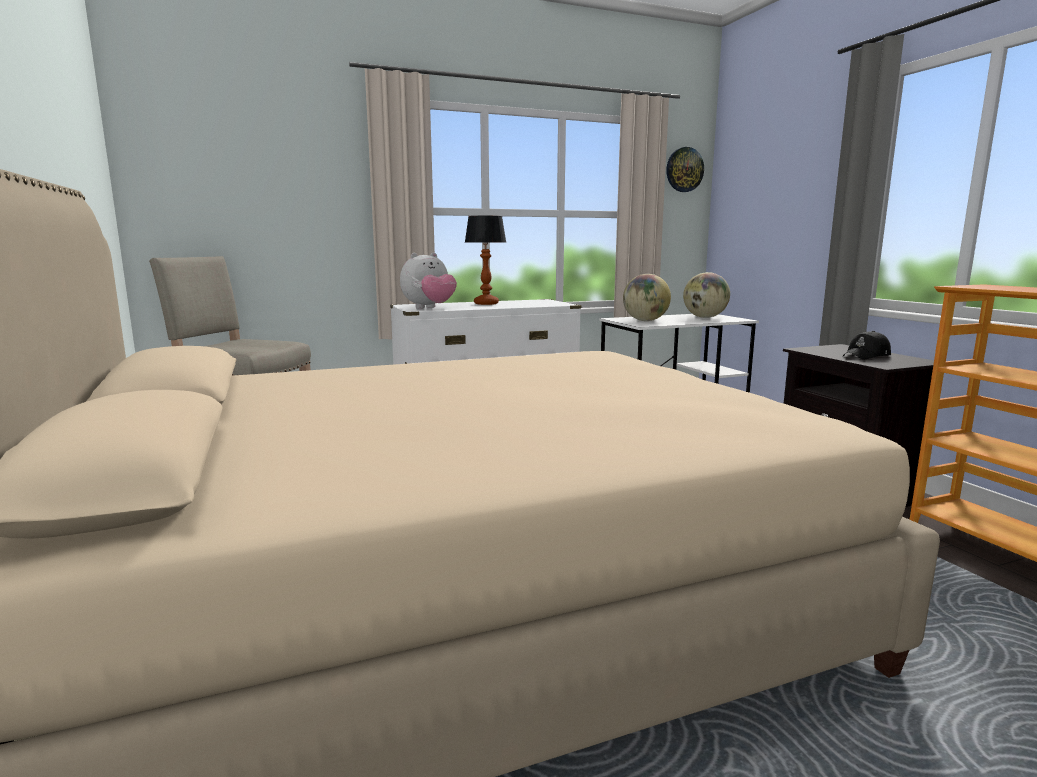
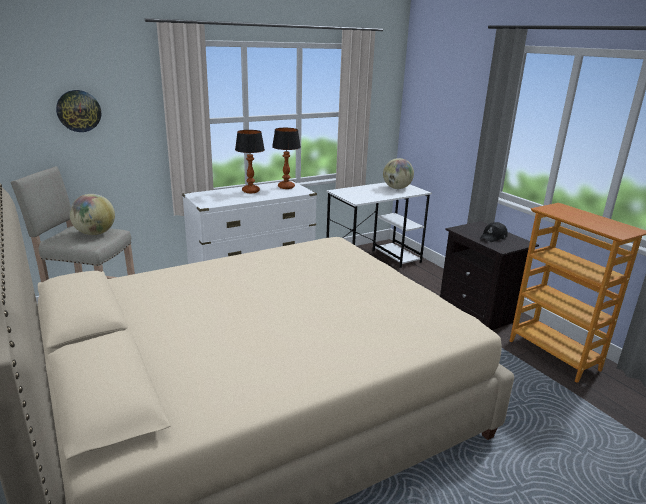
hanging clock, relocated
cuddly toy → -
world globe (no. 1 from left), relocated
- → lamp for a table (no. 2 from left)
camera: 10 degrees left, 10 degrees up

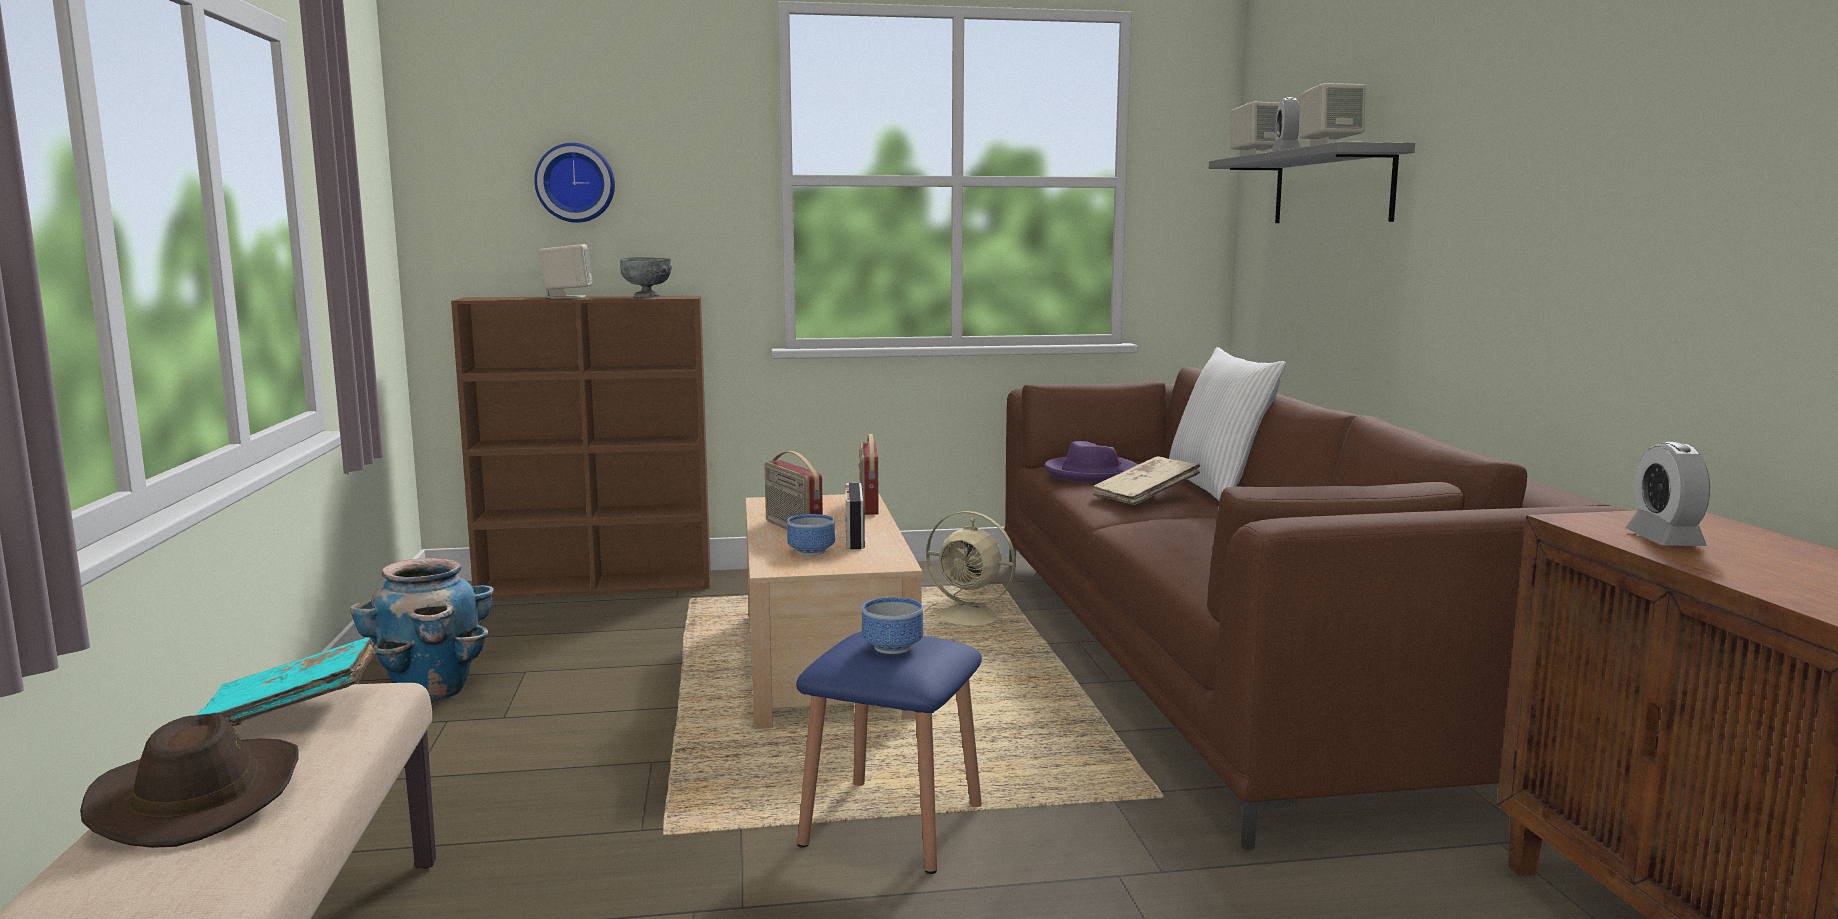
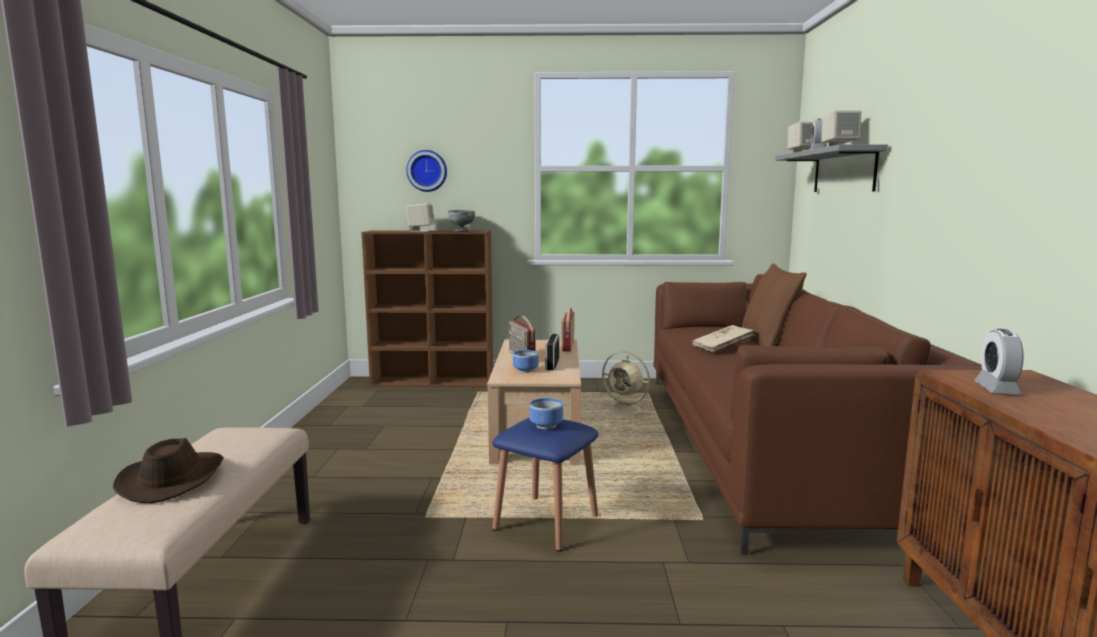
white throw pillow → brown-coloured throw pillow
purple-coloured hat → -
flower pot → -
turquoise-coloured bound book → -
camera: 10 degrees right, 0 degrees up

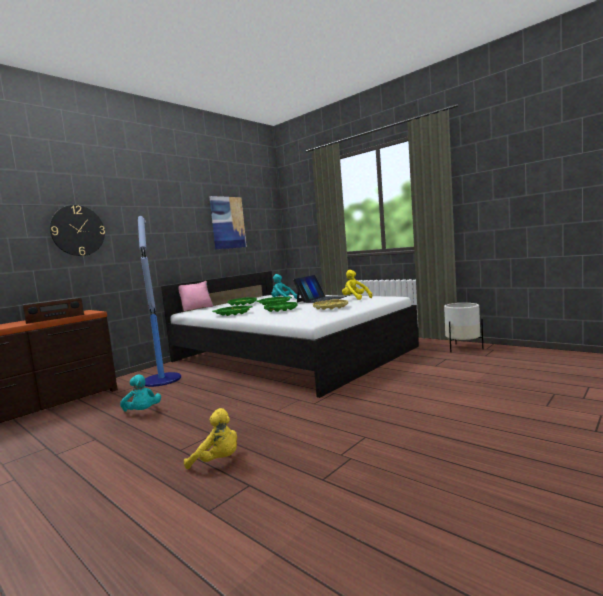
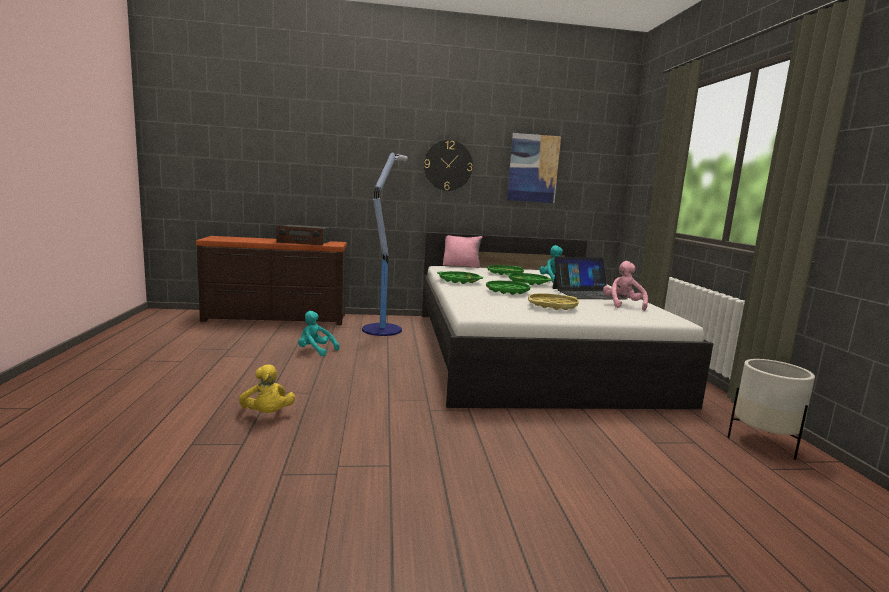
hanging clock, relocated
yellowish cuddly toy (no. 2 from left) → pink-coloured cuddly toy
turquoise-coloured cuddly toy (no. 1 from left), 105 degrees clockwise
camera: 40 degrees right, 5 degrees up

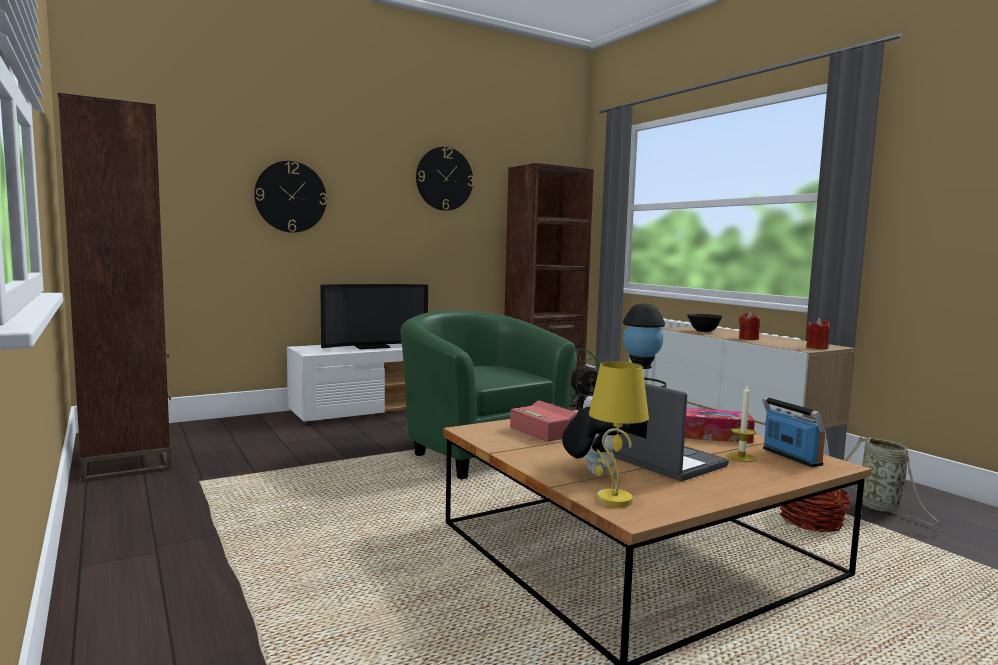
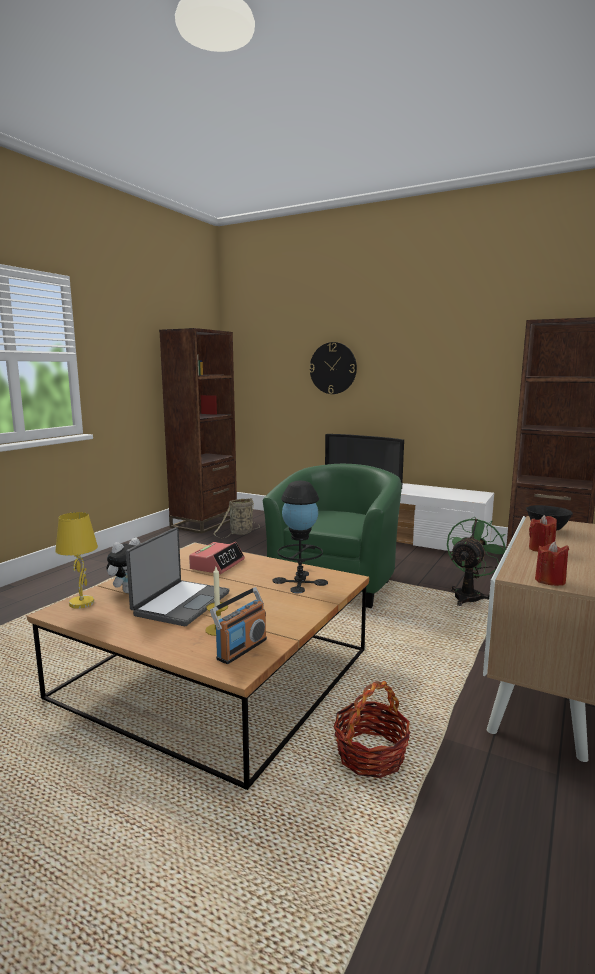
hanging clock (no. 2 from left) → -
tissue box → -
household basket (no. 2 from left in the first image) → household basket (no. 1 from left), relocated
camera: 60 degrees right, 5 degrees up

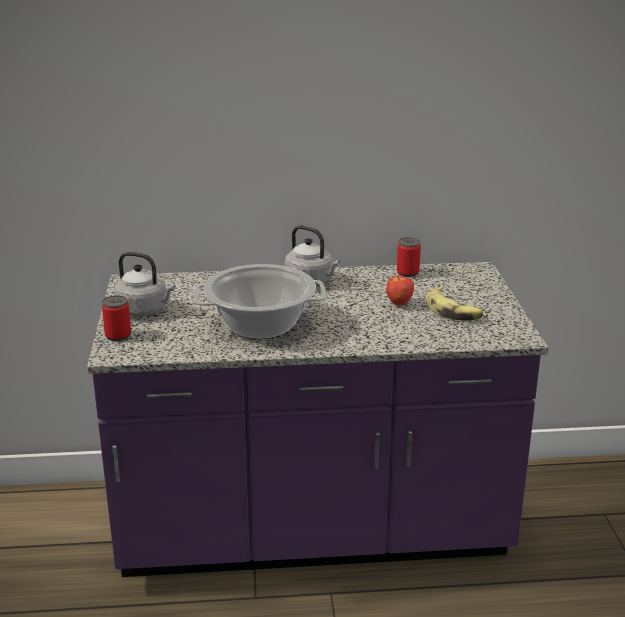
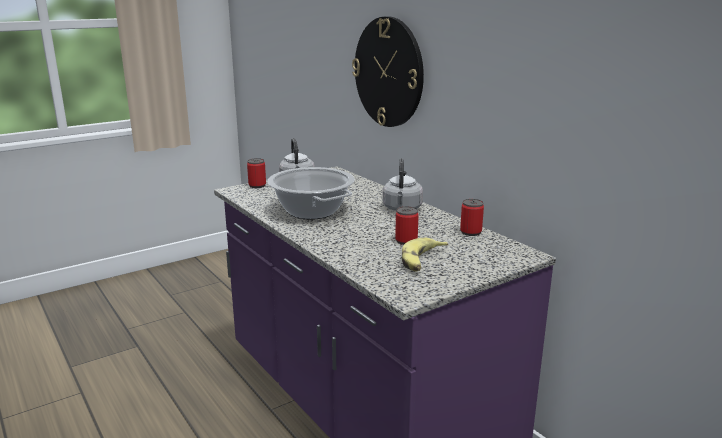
apple → sealed can (no. 2 from left)
- → hanging clock
camera: 60 degrees right, 5 degrees down

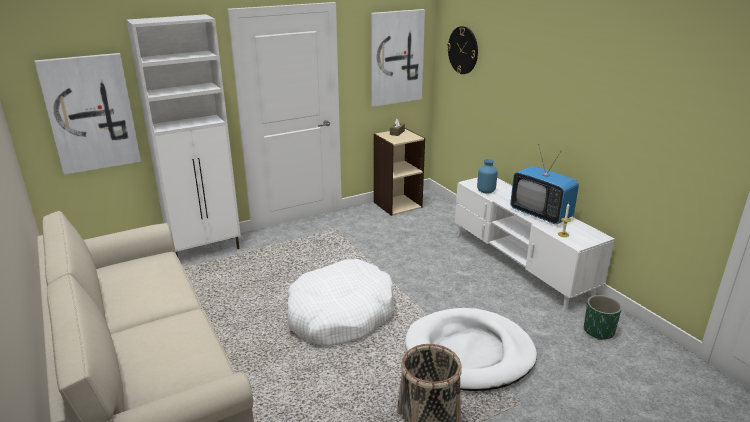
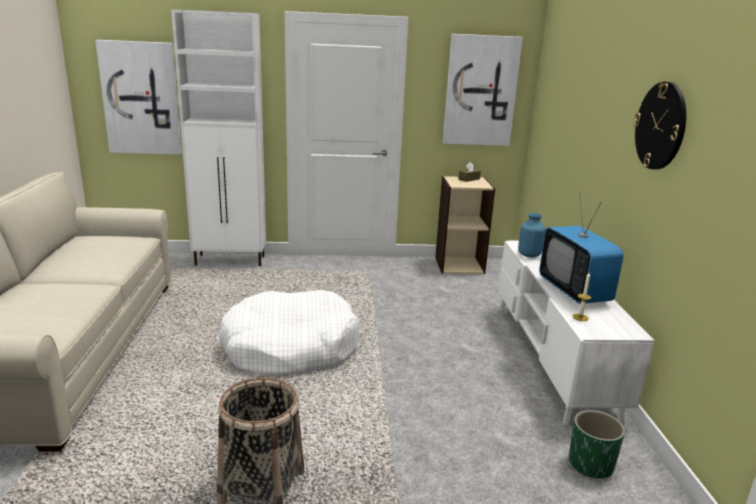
hanging clock, relocated
white pet bed (no. 2 from left) → -
camera: 25 degrees right, 5 degrees down

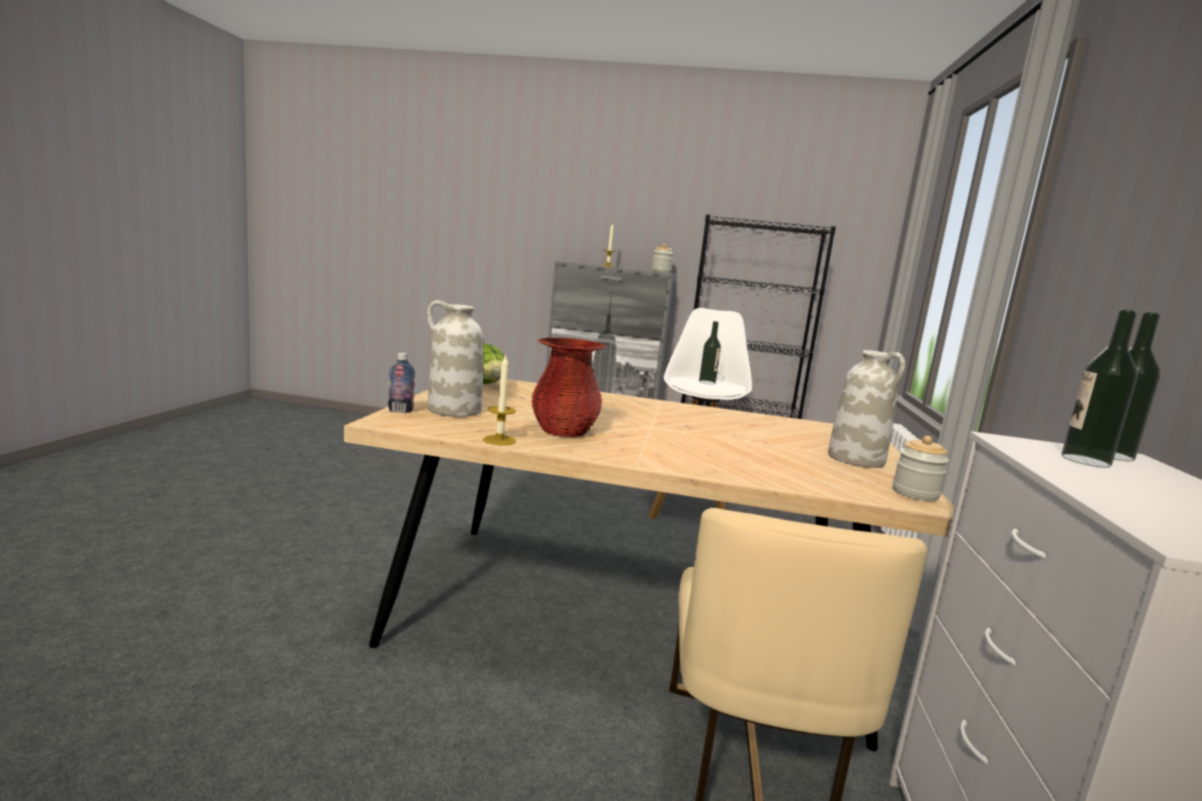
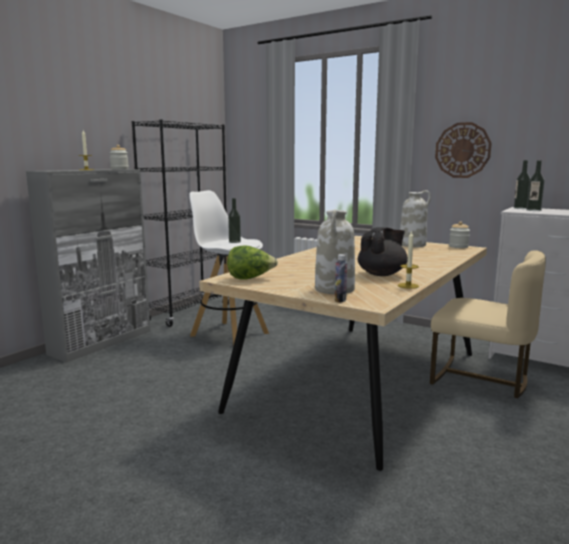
reddish decorative vase → blackish pot for tea
- → hanging clock
camera: 65 degrees left, 0 degrees up

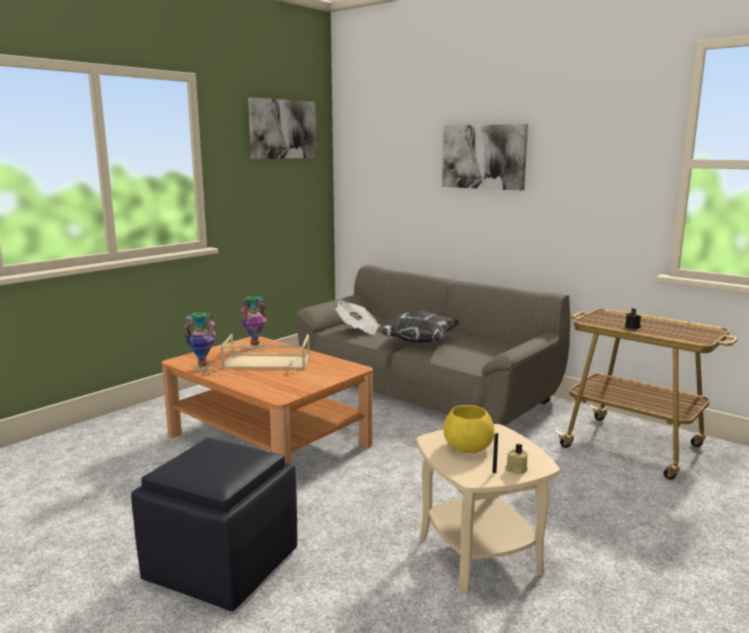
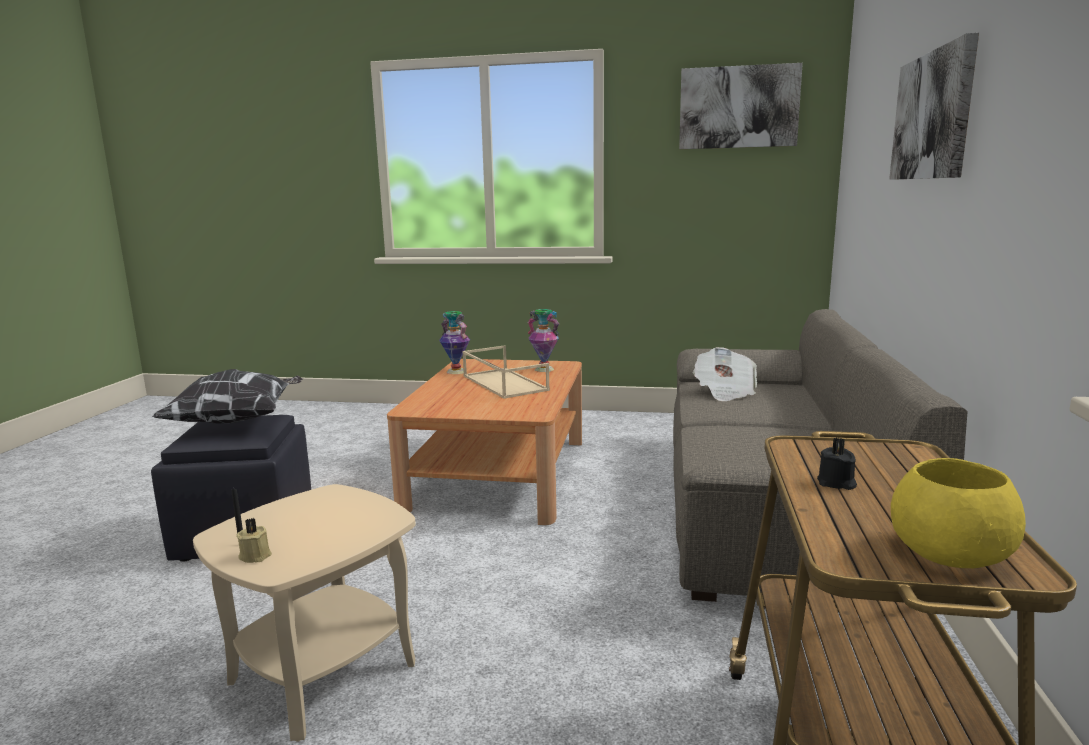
throw pillow, relocated
yellowish deep dish, relocated
camera: 60 degrees right, 0 degrees up

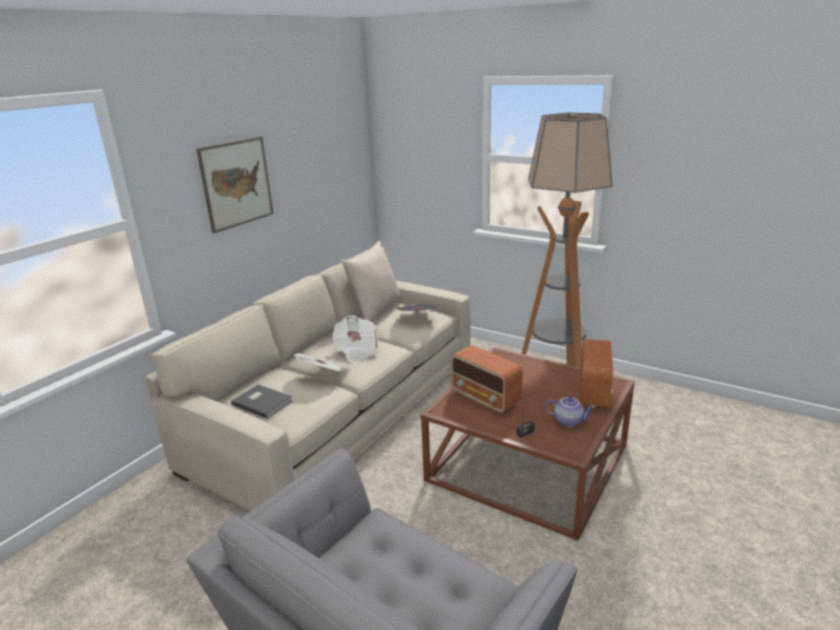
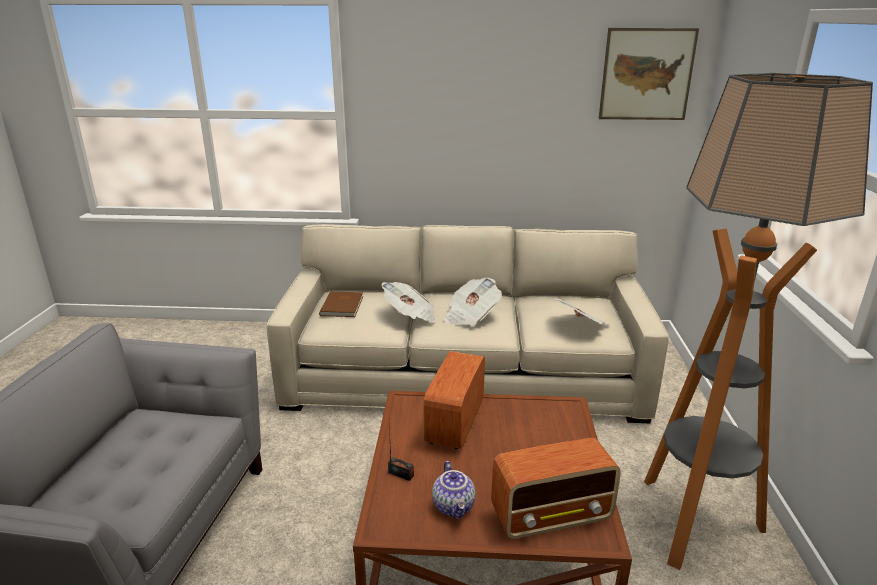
wall art, relocated
beige-coloured throw pillow → -
greyish bound book → brown-coloured bound book
camera: 60 degrees right, 0 degrees up

